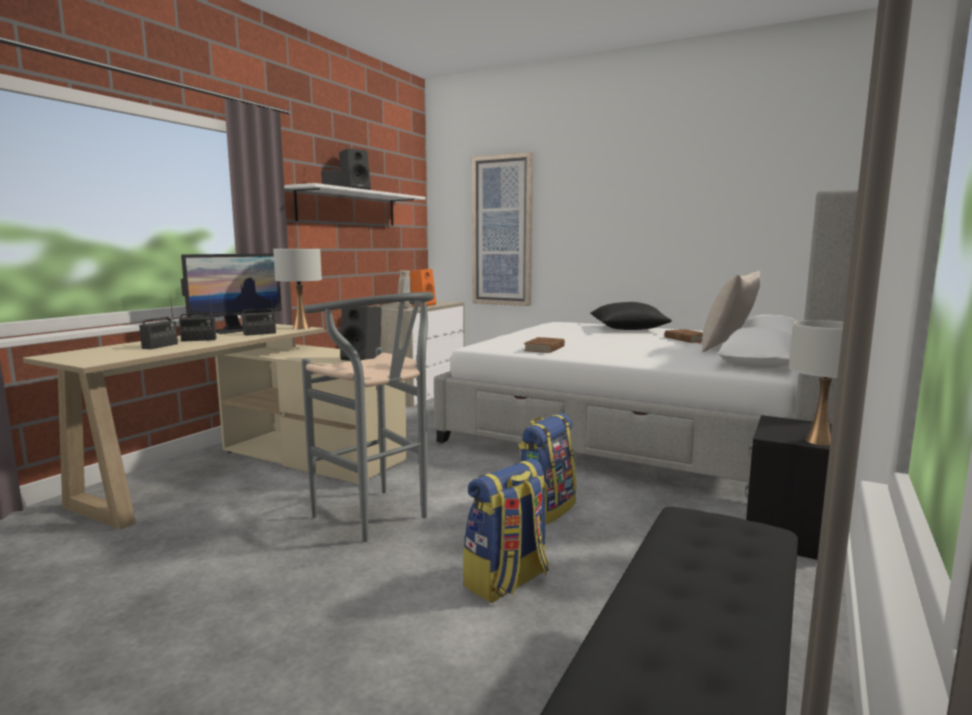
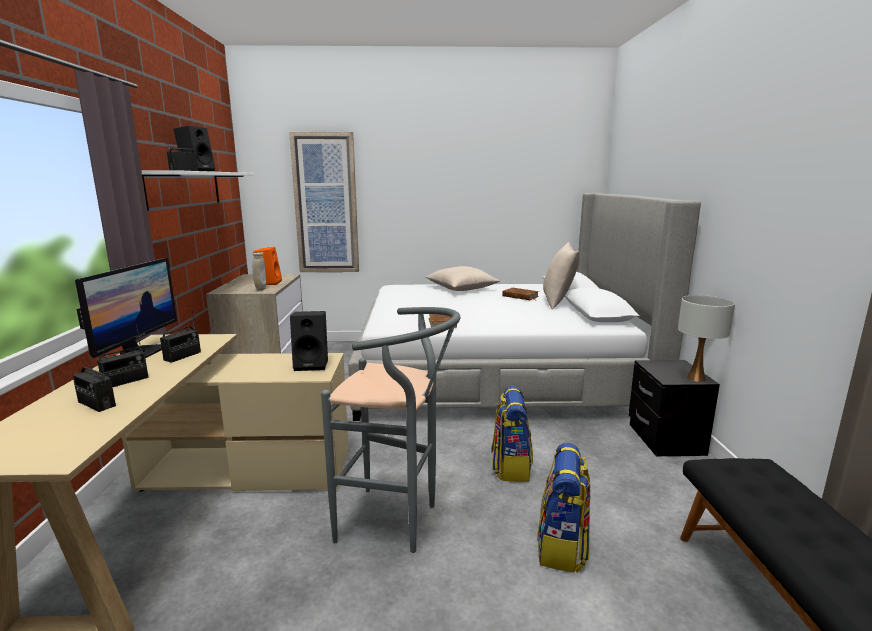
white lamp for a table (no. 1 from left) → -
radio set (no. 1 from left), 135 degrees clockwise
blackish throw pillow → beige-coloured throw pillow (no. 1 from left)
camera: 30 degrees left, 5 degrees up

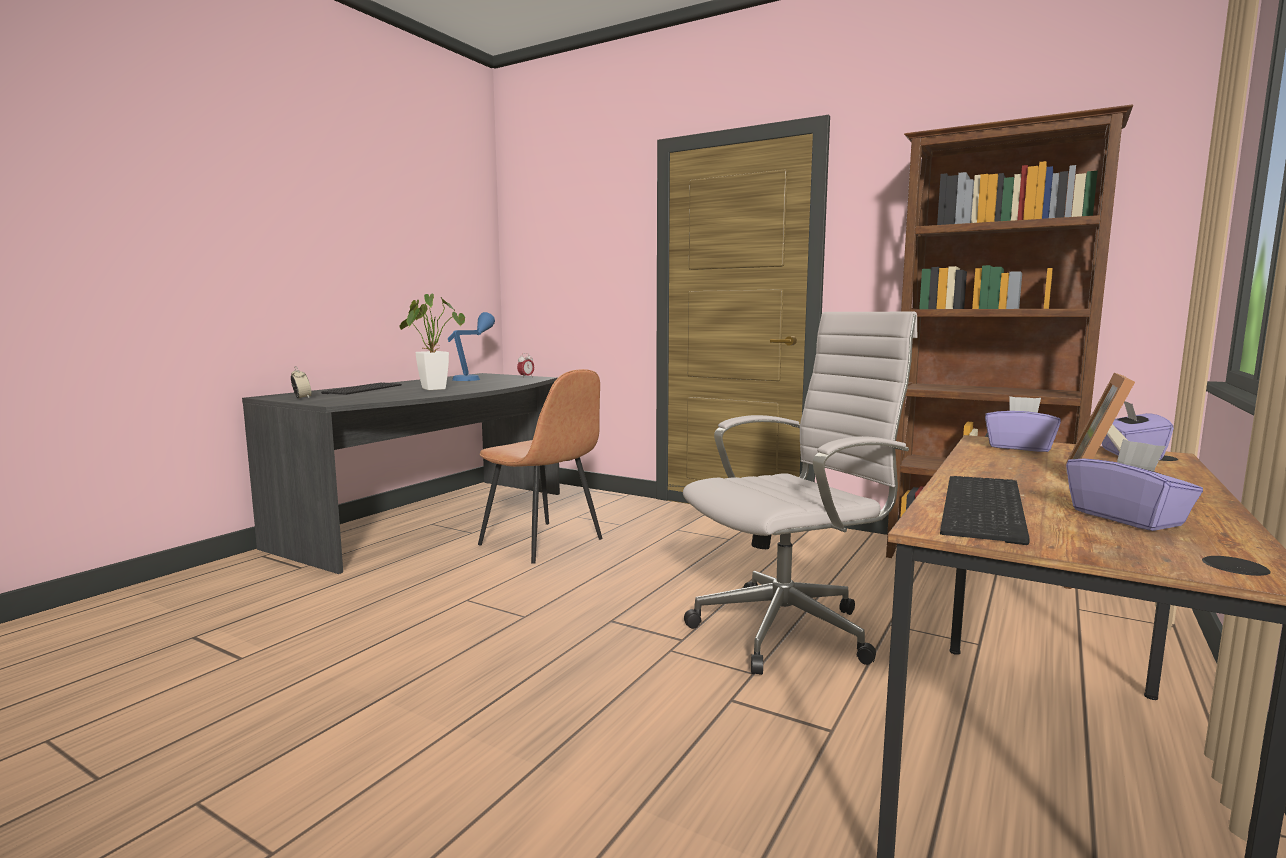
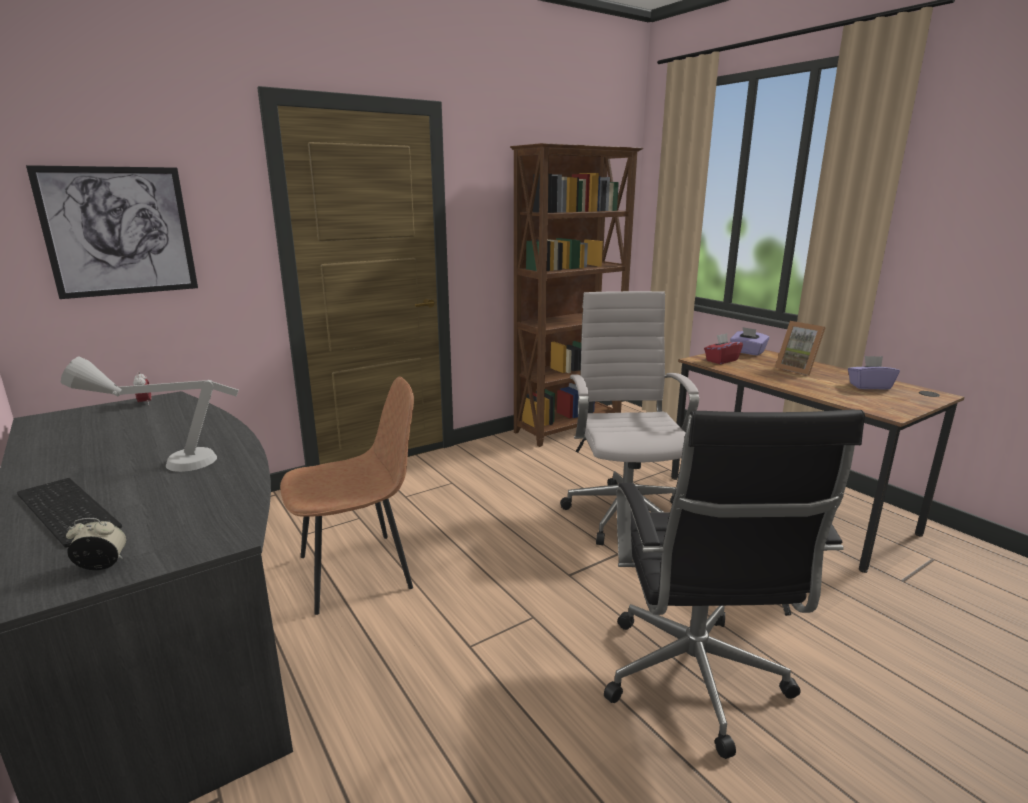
plant in a pot → greyish lamp for a table
blue-coloured lamp for a table → -
purple-coloured tissue box (no. 1 from left) → reddish tissue box
computer keyboard (no. 2 from left) → -
- → wall art
- → blackish office chair
camera: 65 degrees left, 10 degrees up

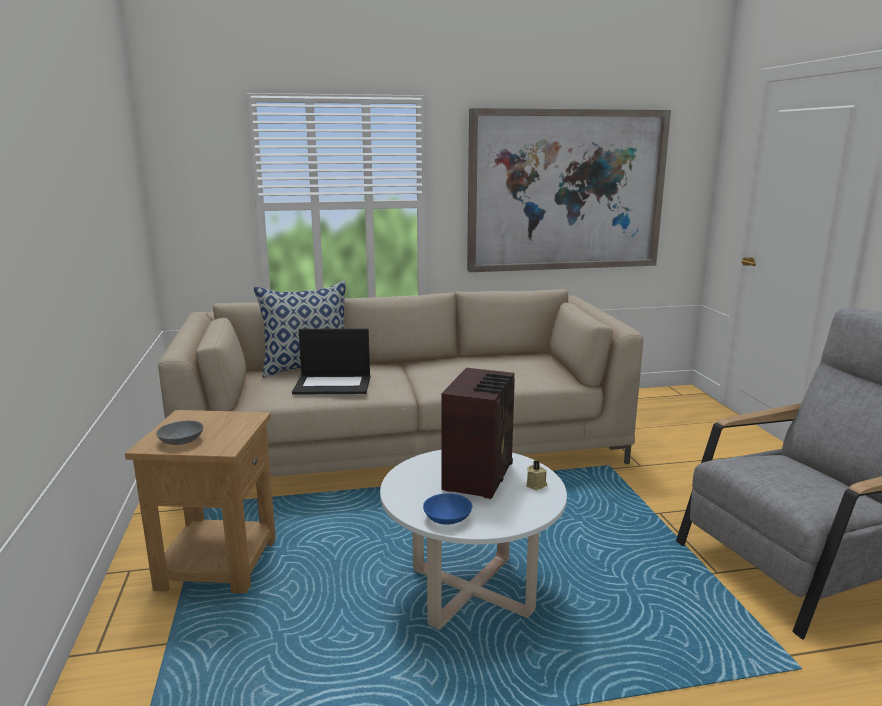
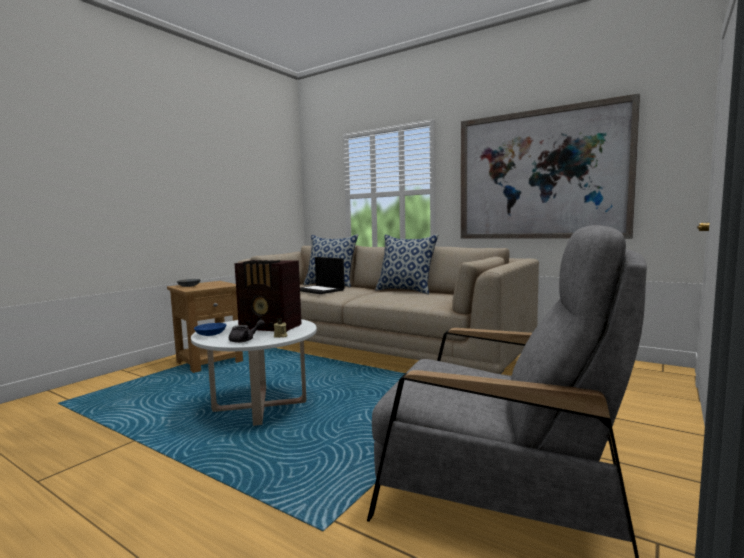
radio set, 45 degrees clockwise
- → throw pillow (no. 2 from left)
- → greyish pot for tea
camera: 45 degrees right, 10 degrees down

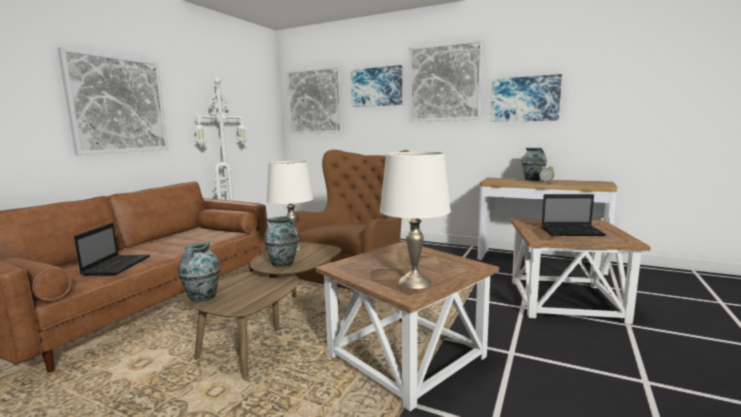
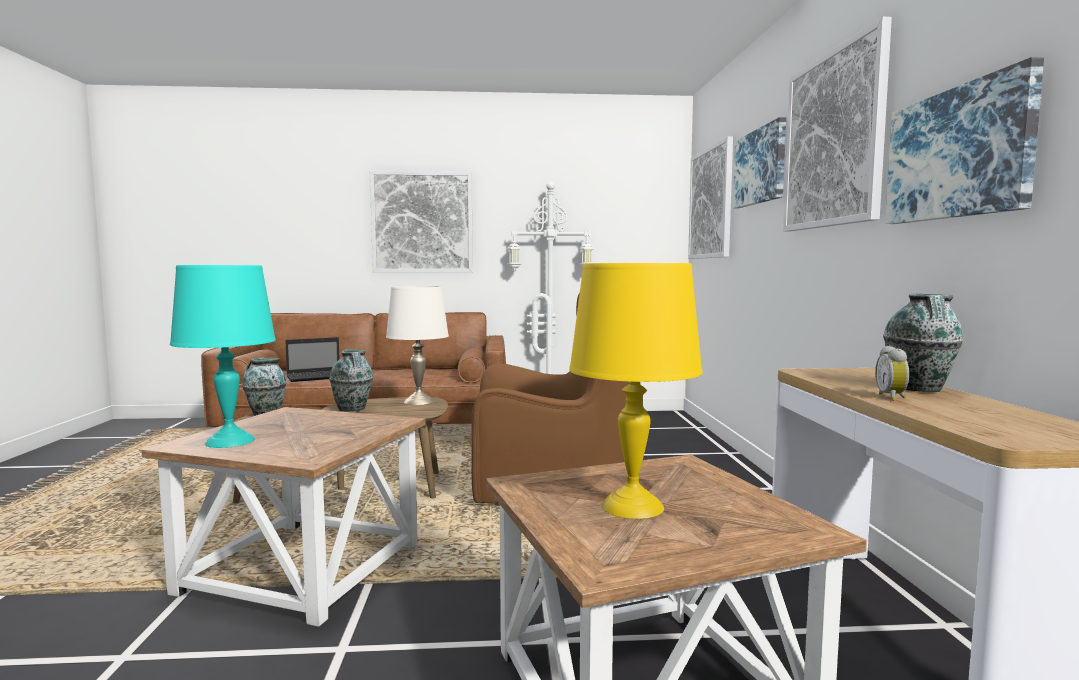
white lamp for a table (no. 2 from left) → turquoise-coloured lamp for a table
laptop (no. 2 from left) → yellowish lamp for a table
camera: 60 degrees right, 5 degrees down

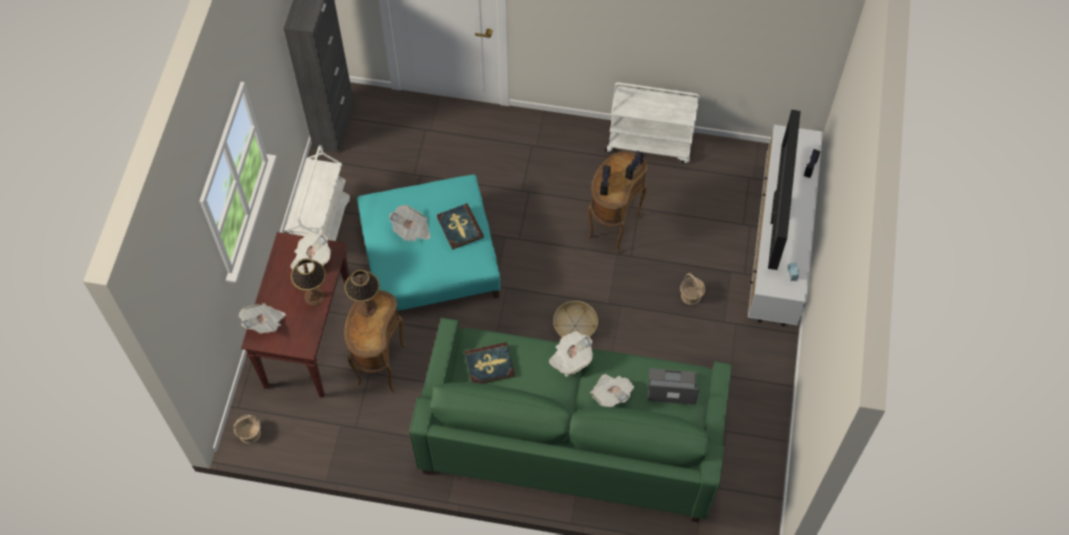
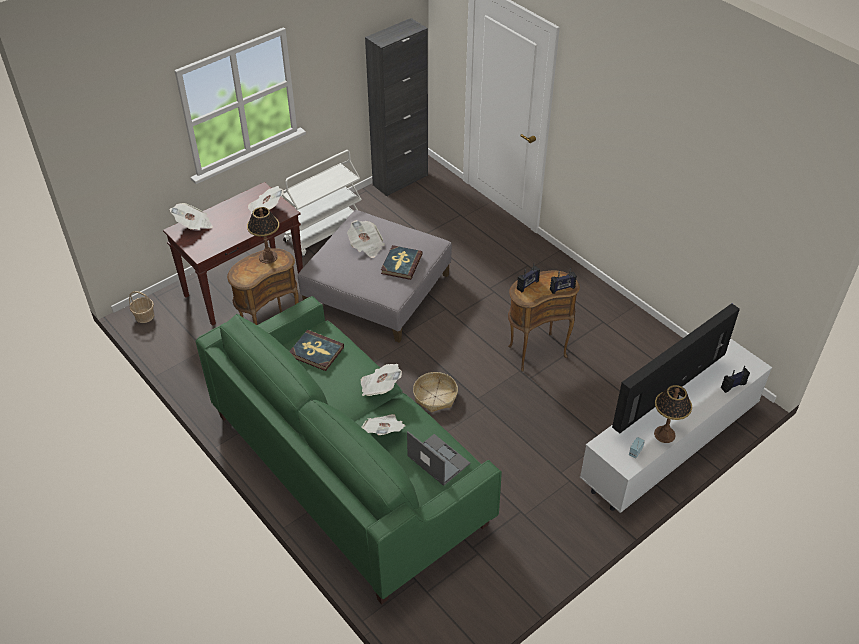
white wheeled cart (no. 2 from left) → -
turquoise-coloured footrest → greyish footrest
lamp for a table (no. 1 from left in the first image) → lamp for a table (no. 2 from left), relocated
household basket (no. 3 from left) → -
camera: 40 degrees right, 15 degrees down

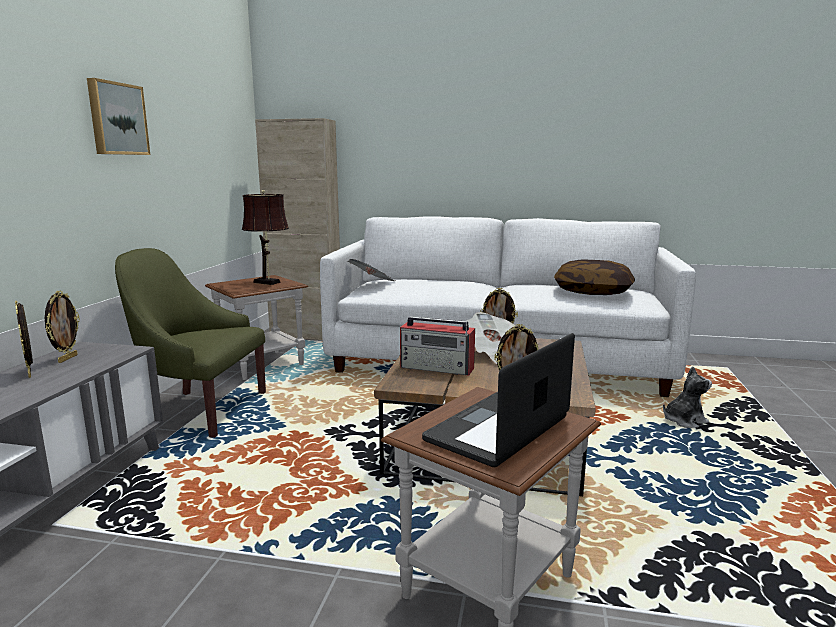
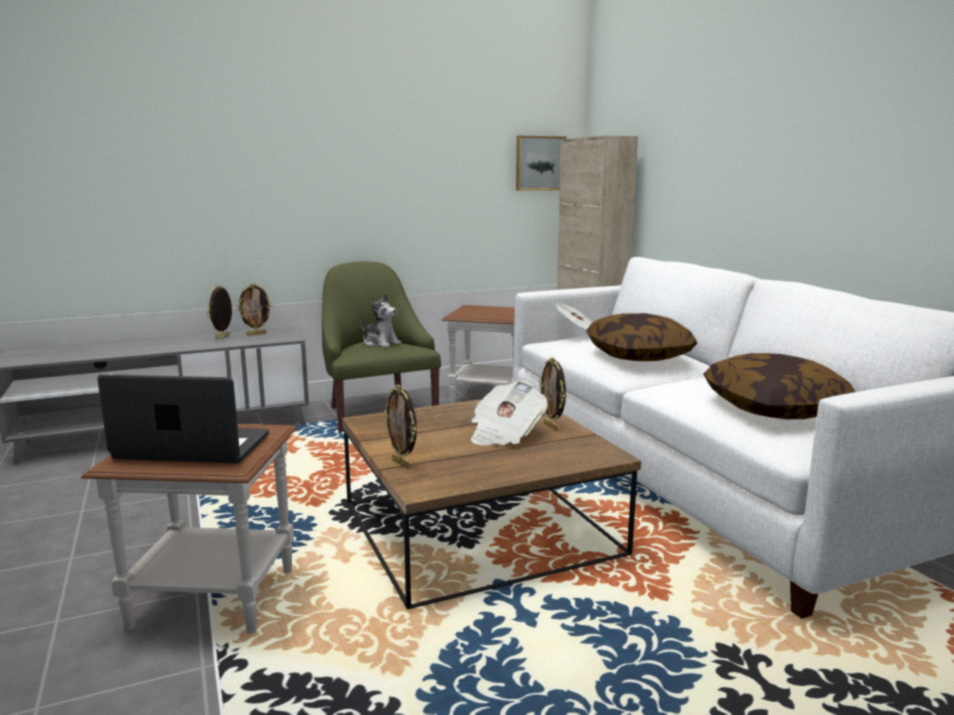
wall art, relocated
brown-coloured lamp for a table → -
radio set → -
cuddly toy, relocated
- → throw pillow (no. 1 from left)
camera: 55 degrees right, 0 degrees up

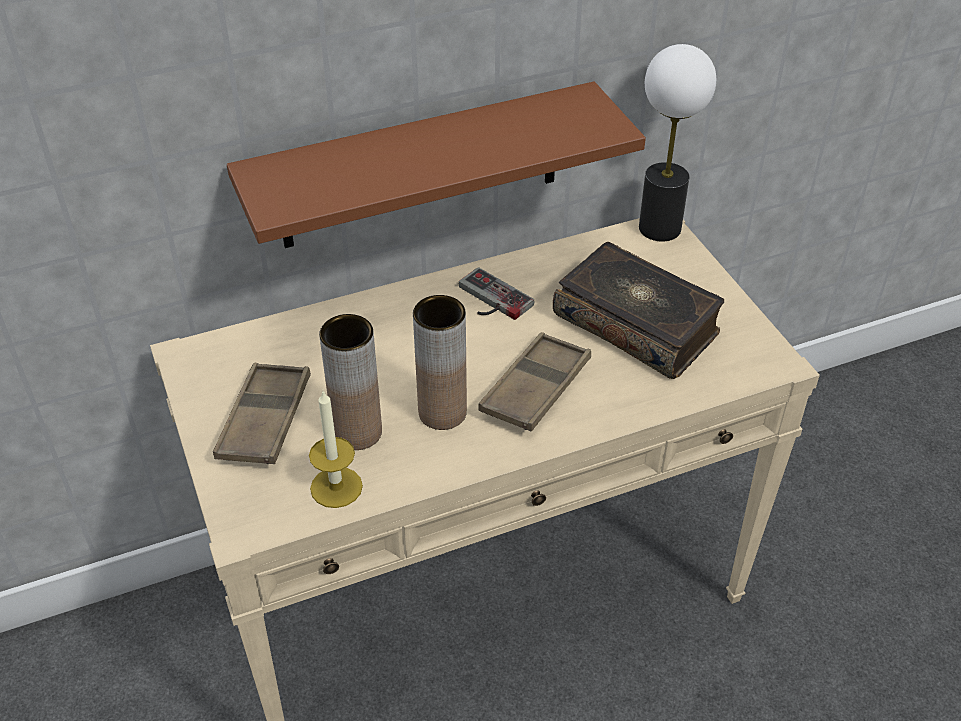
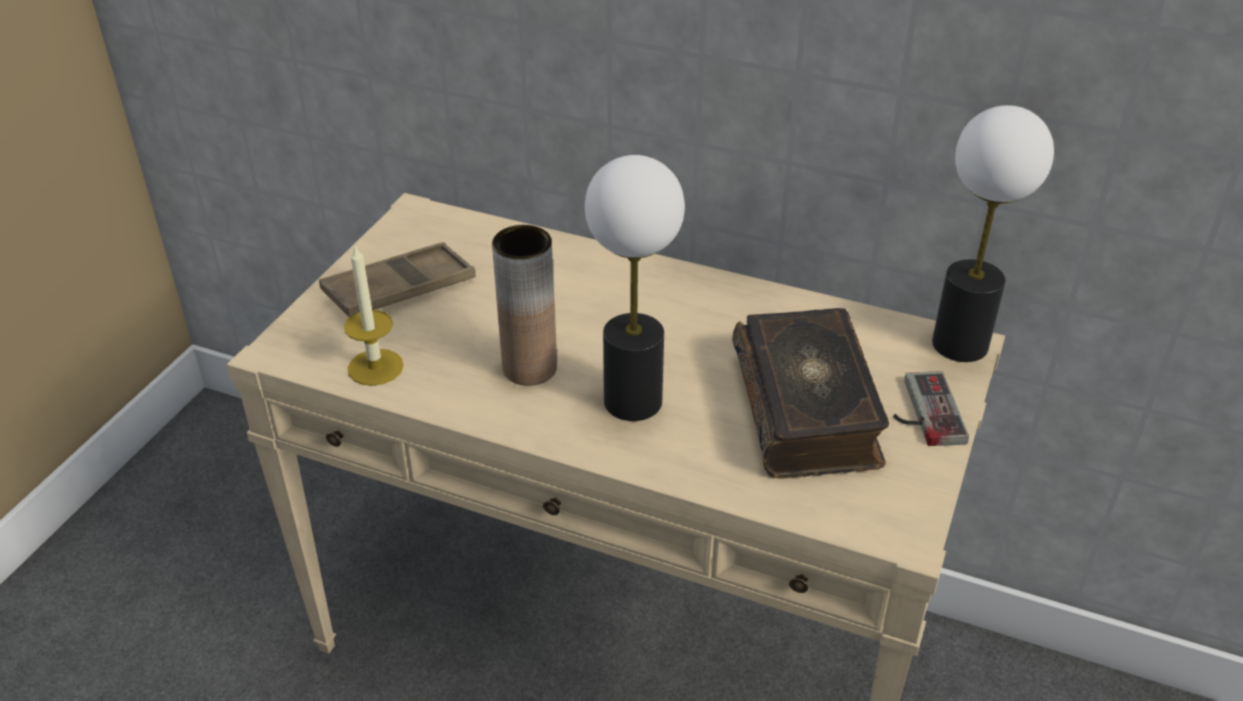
brown-coloured shelf → -
game controller, relocated
brown-coloured decorative vase (no. 1 from left) → -
brown-coloured tray (no. 2 from left) → lamp for a table (no. 1 from left)
camera: 45 degrees right, 5 degrees down

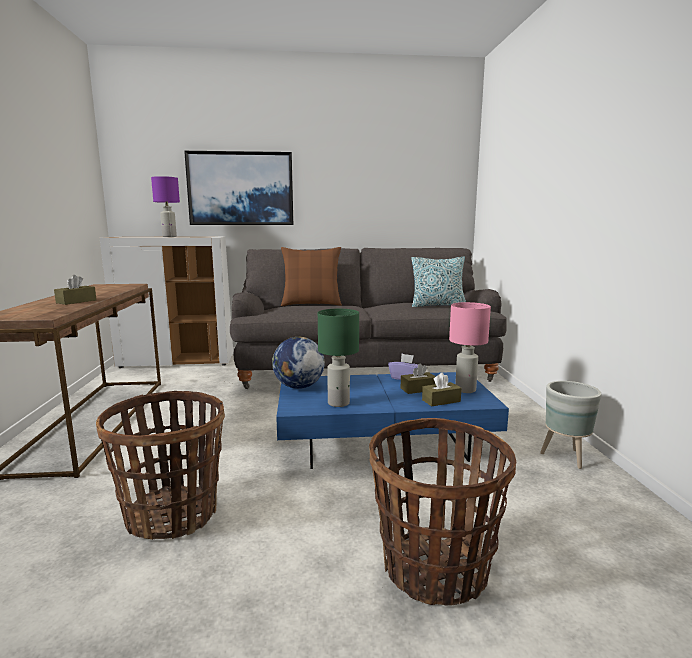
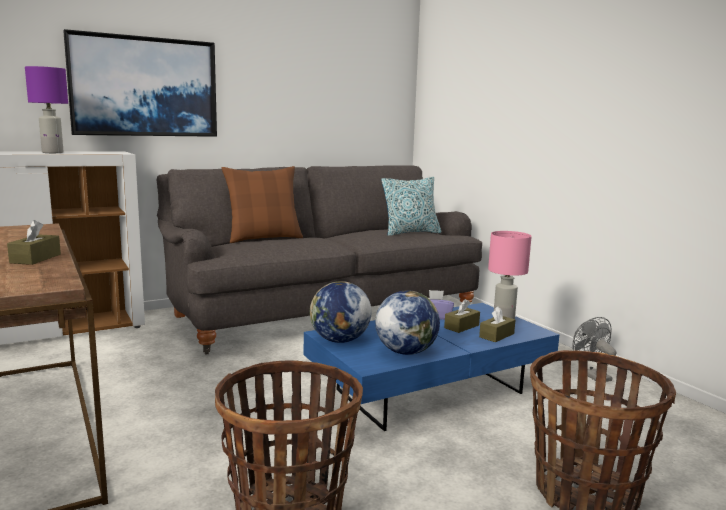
green lamp for a table → world globe (no. 2 from left)
greyish flower pot → greyish fan
camera: 25 degrees left, 0 degrees up

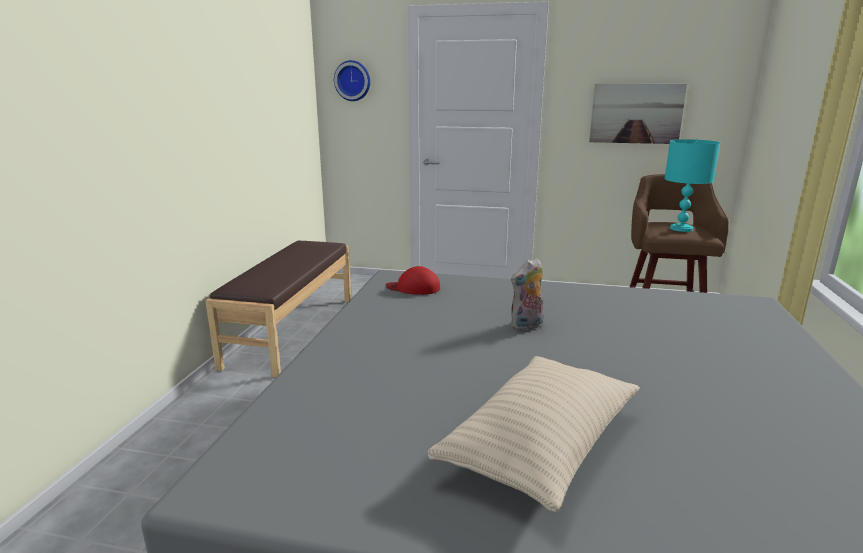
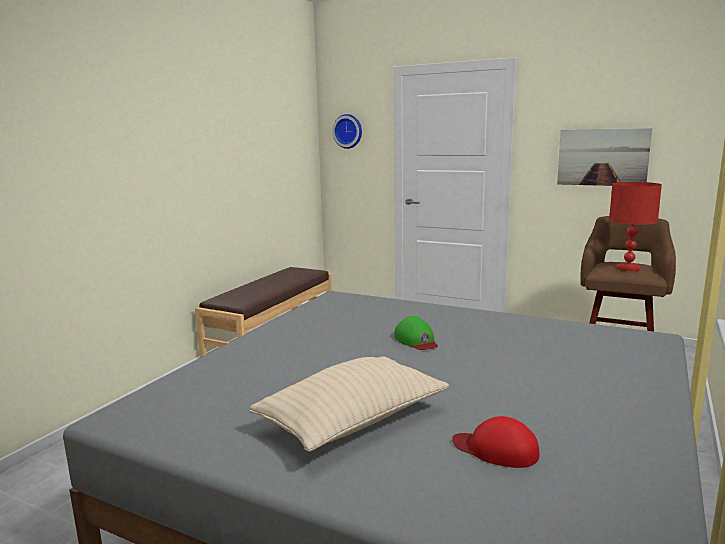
turquoise-coloured lamp for a table → reddish lamp for a table
cuddly toy → green peaked cap
reddish peaked cap, relocated
camera: 15 degrees right, 5 degrees down

